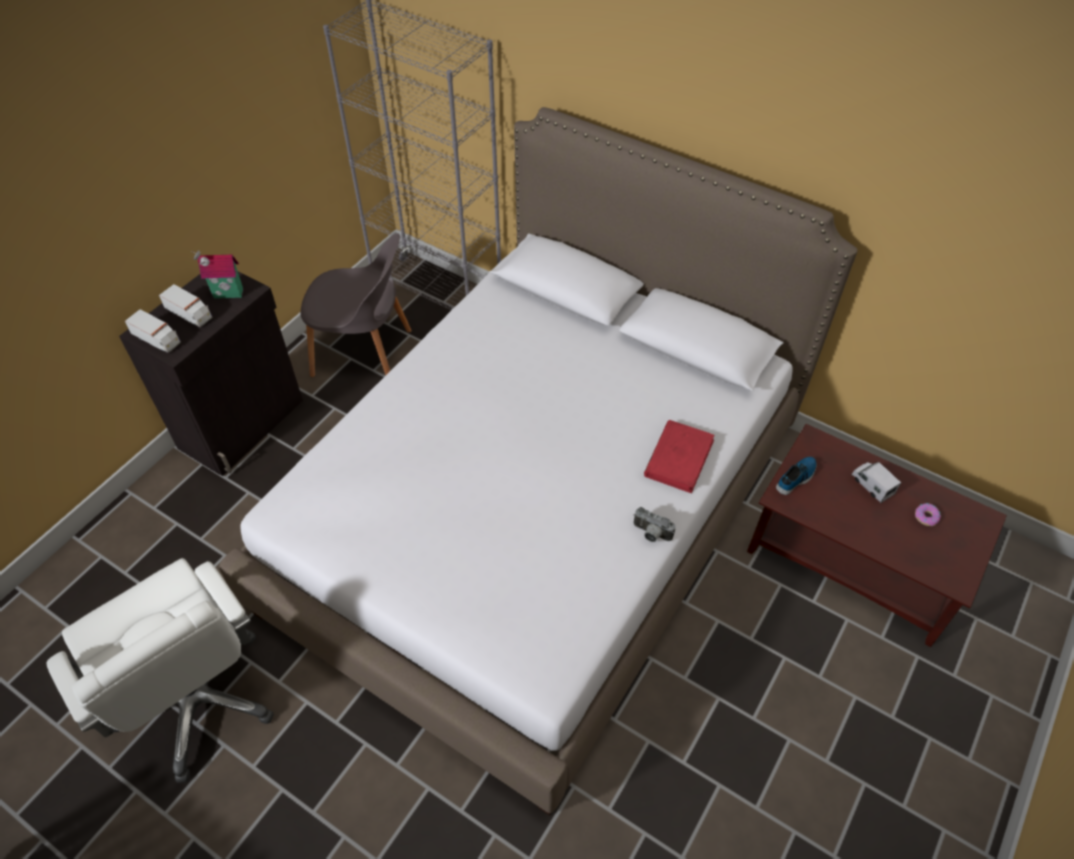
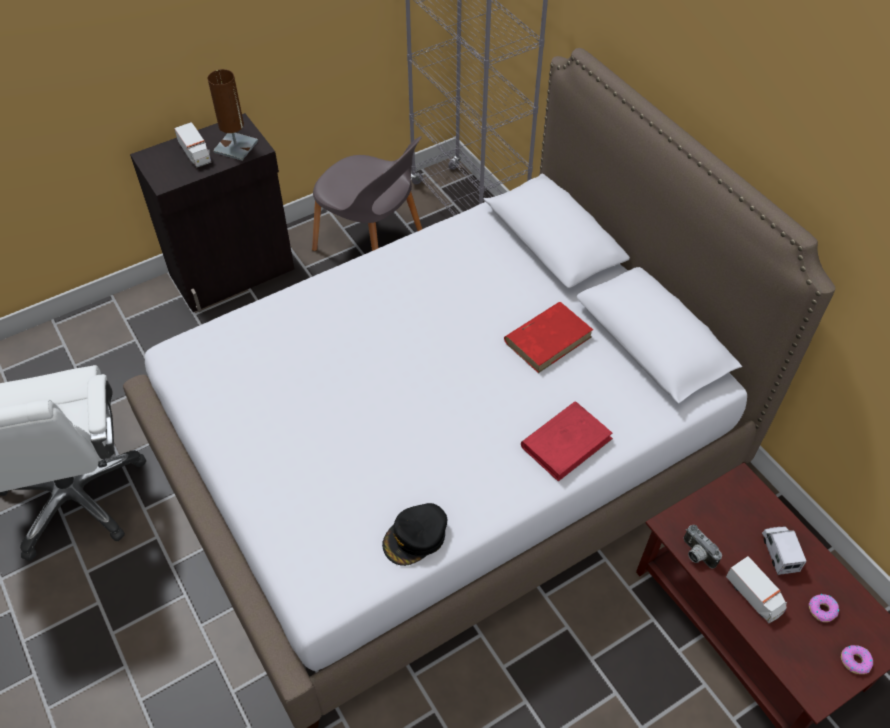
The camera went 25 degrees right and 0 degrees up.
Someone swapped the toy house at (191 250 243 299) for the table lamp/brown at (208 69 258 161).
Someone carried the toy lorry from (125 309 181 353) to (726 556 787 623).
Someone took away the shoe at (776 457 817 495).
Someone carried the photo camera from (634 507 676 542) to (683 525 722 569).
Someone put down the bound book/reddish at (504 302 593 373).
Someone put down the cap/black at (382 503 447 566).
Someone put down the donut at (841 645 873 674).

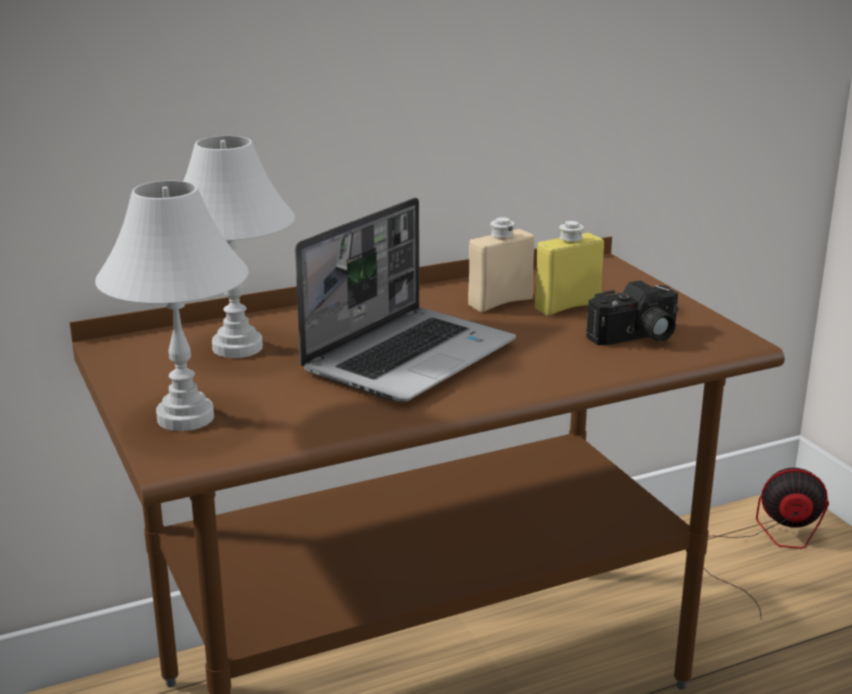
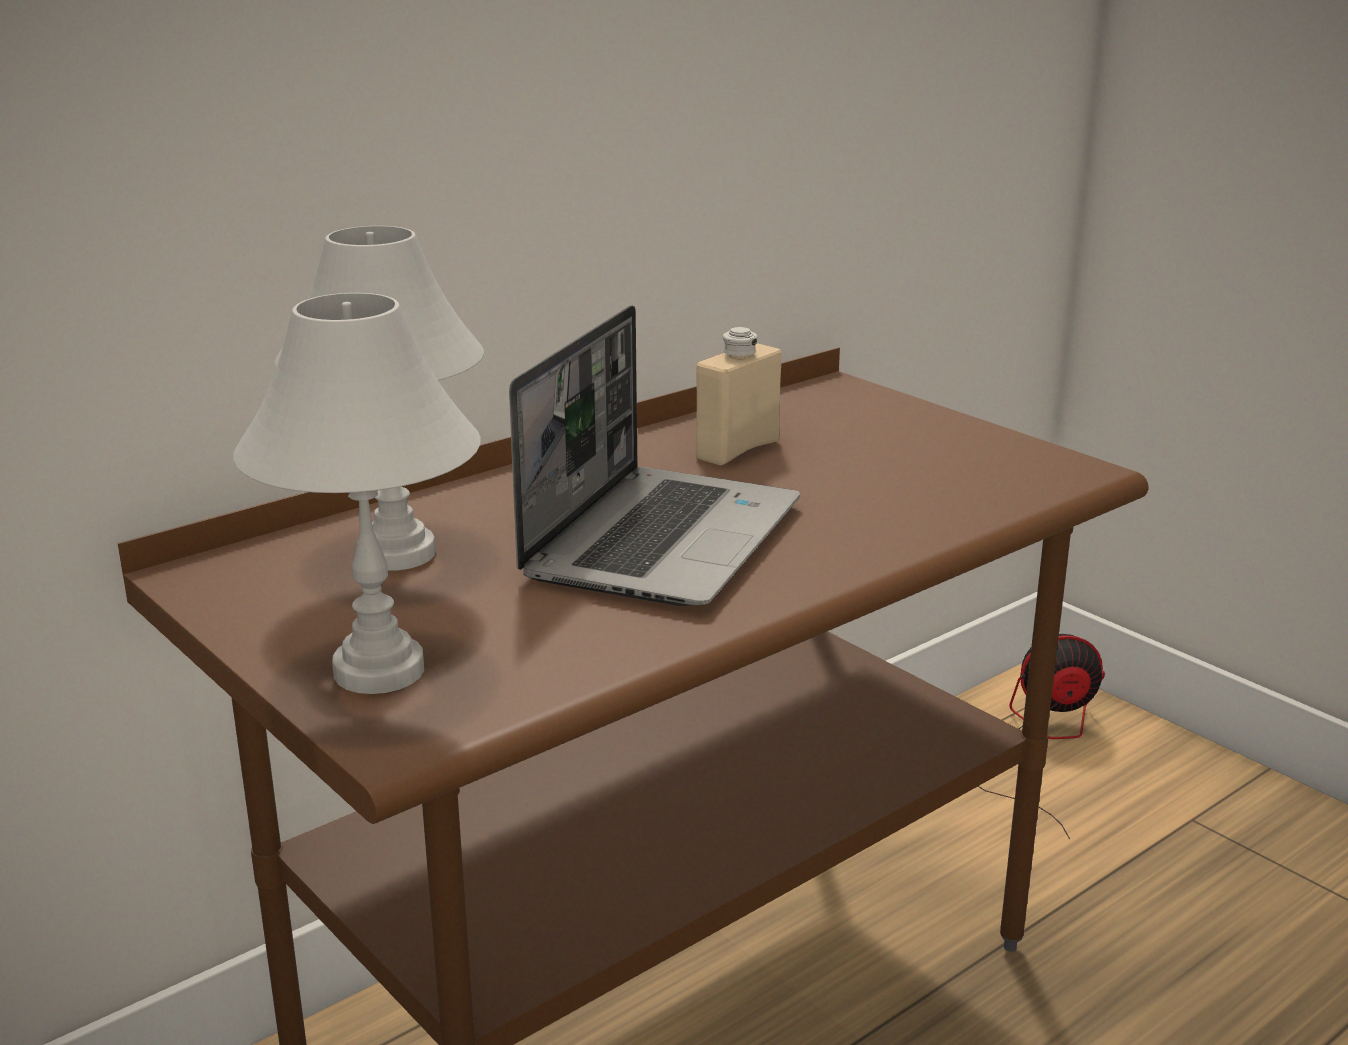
The camera went 15 degrees left and 0 degrees up.
Someone took away the drink bottle/yellow-coloured at (535 221 604 315).
Someone took away the photo camera at (586 280 679 345).

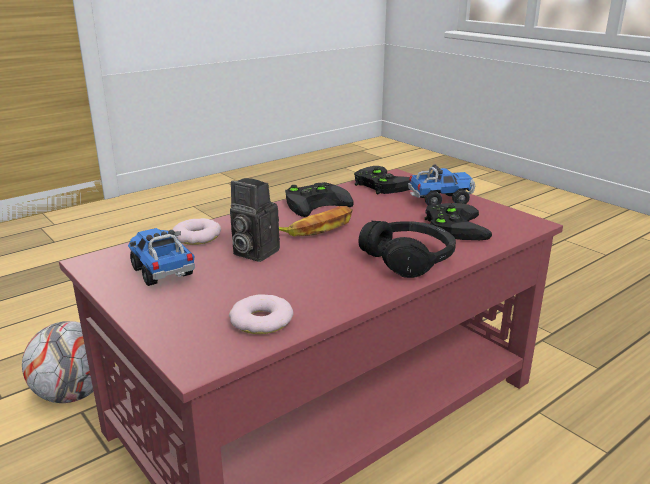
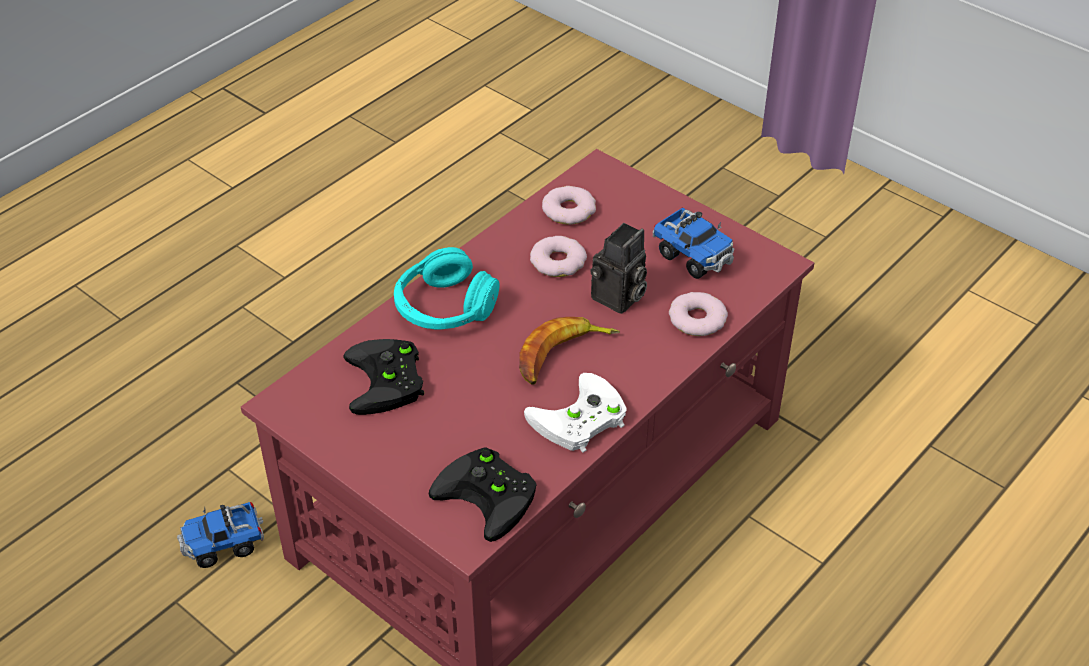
The camera went 170 degrees right and 20 degrees up.
Someone carried the toy lorry from (408 164 475 205) to (177 502 264 568).
Someone rotated the photo camera at (230 178 280 262) by 105 degrees clockwise.
Someone repainted the joypad/black at (285 182 354 217), which became the joypad/whitish at (524 373 627 453).
Someone repainted the headphones/black at (359 221 456 278), which became the headphones/turquoise-coloured at (394 247 499 329).
Someone took away the football ball at (22 321 94 403).
Someone put down the donut at (530 236 587 277).

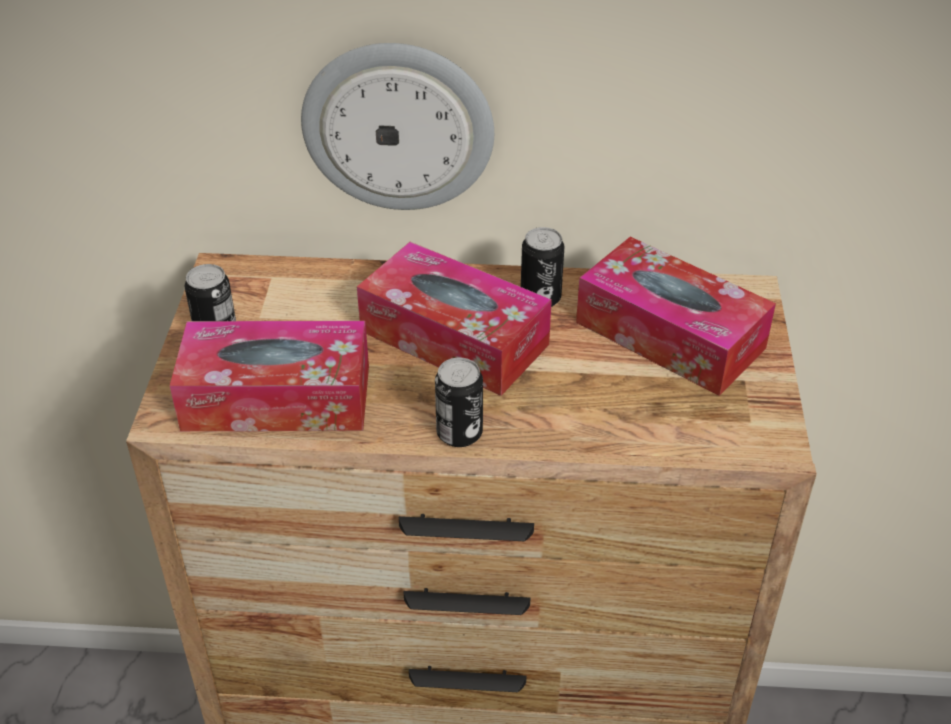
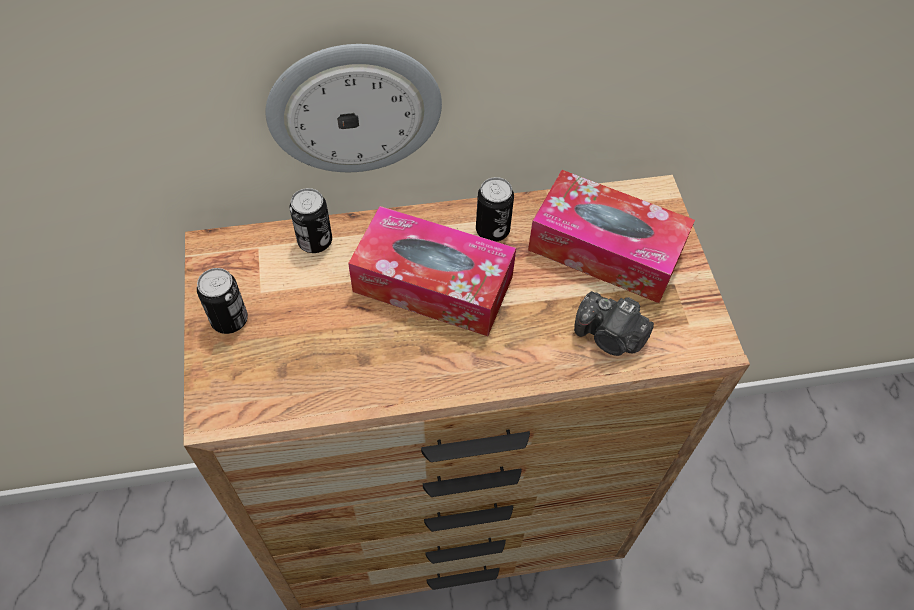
The camera went 15 degrees left and 15 degrees up.
Someone took away the tissue box at (170 321 369 431).
Someone carried the can from (435 358 483 447) to (289 188 332 253).
Someone put down the photo camera at (574 291 654 356).

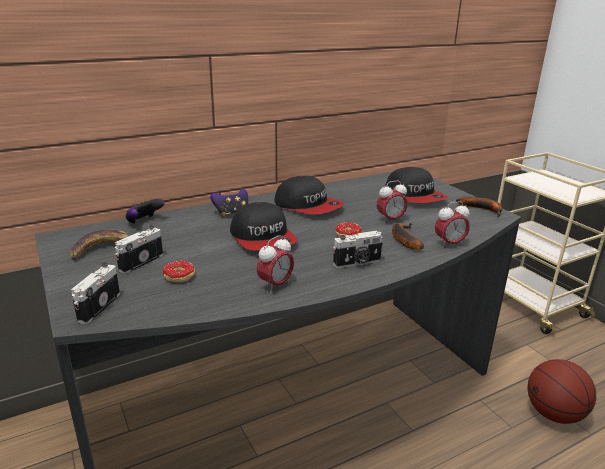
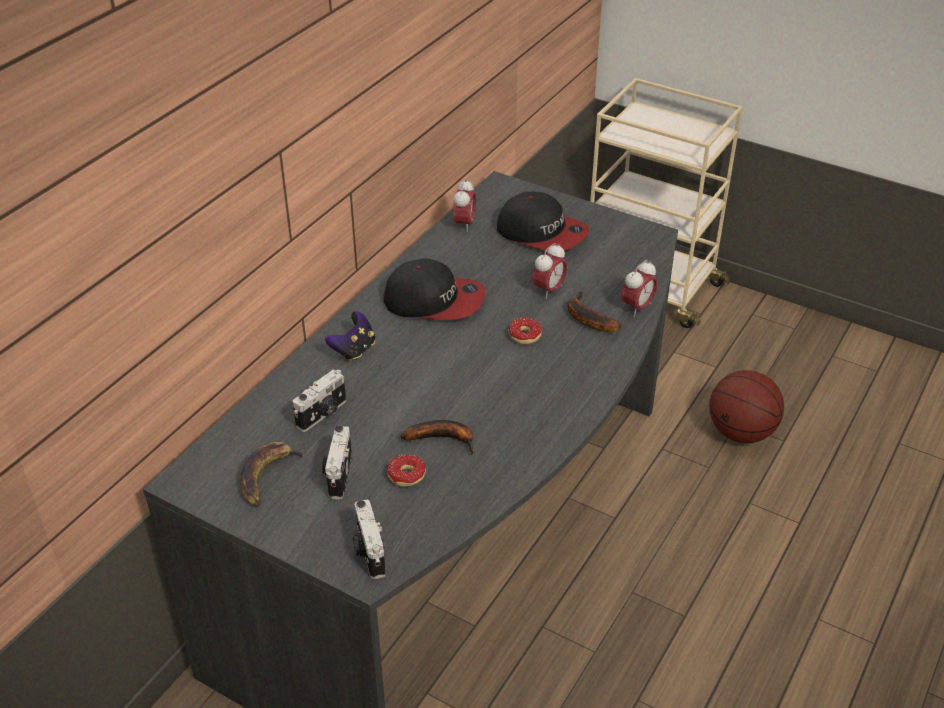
The camera went 30 degrees left and 15 degrees up.
Someone carried the banana from (456 197 503 217) to (401 420 475 455).
Someone took away the joypad at (126 199 165 224).
Someone took away the cap at (230 202 298 250).
Someone carried the photo camera from (333 231 383 268) to (293 369 346 432).
Someone carried the table clock from (256 235 294 293) to (453 179 476 232).

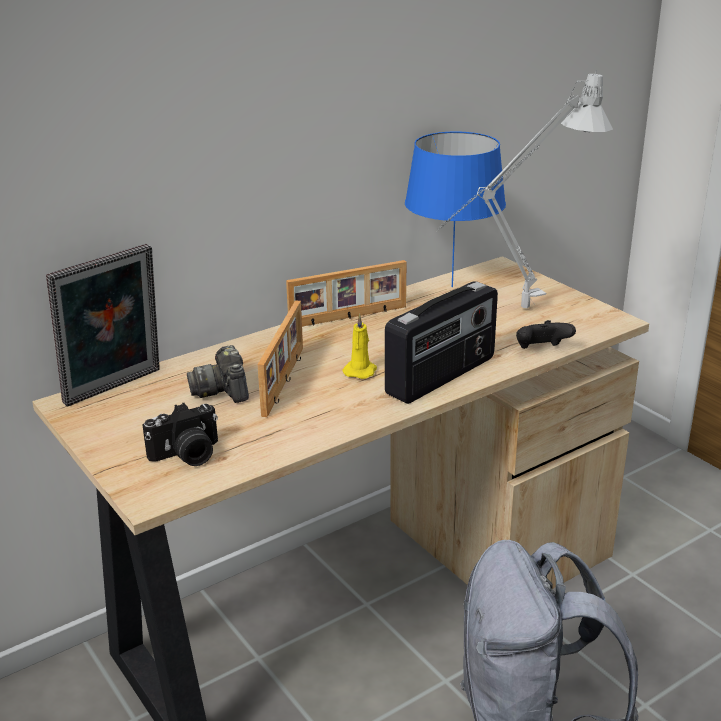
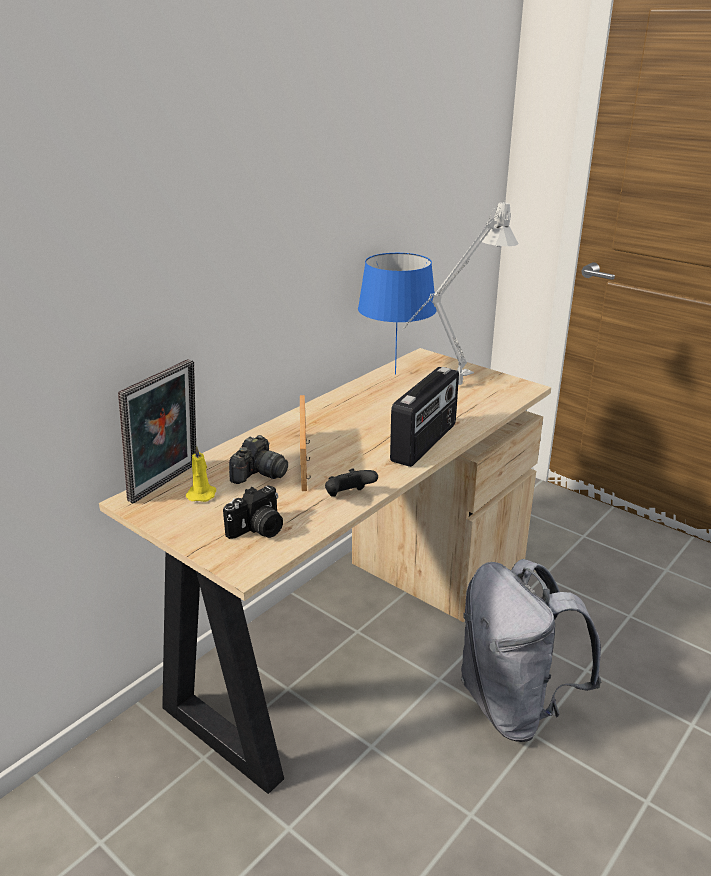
The camera went 15 degrees left and 0 degrees up.
Someone took away the photo frame at (286 260 406 327).
Someone carried the wax candle/yellow-coloured from (343 314 377 379) to (186 445 216 502).
Someone carried the joypad/black from (516 320 576 349) to (325 468 378 497).
Someone rotated the photo camera at (187 345 249 403) by 120 degrees counterclockwise.

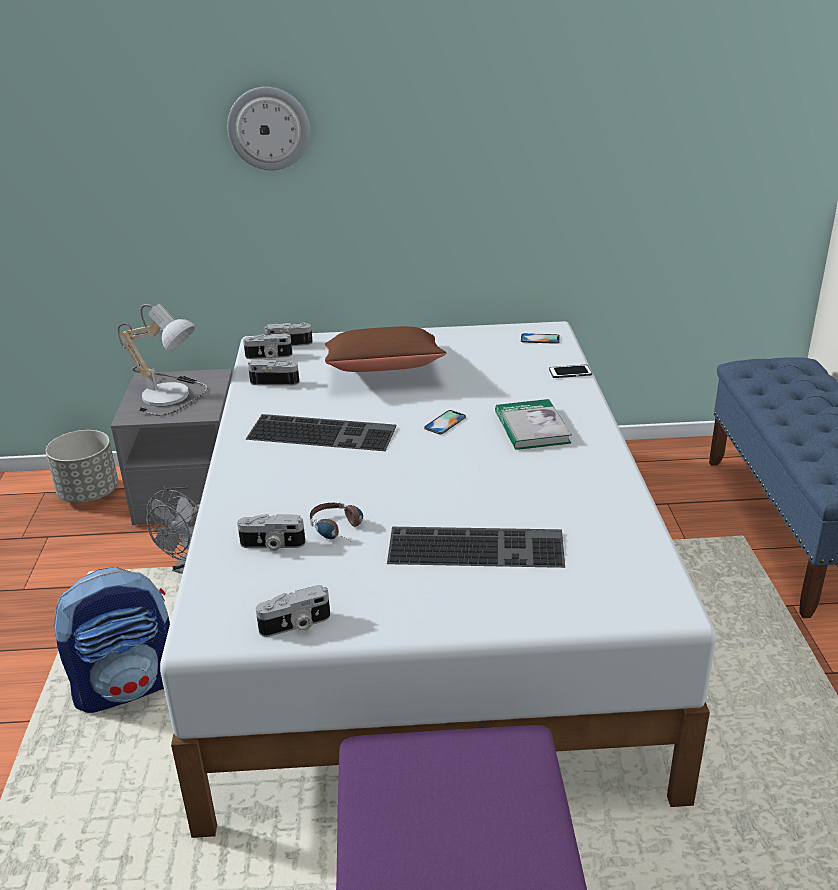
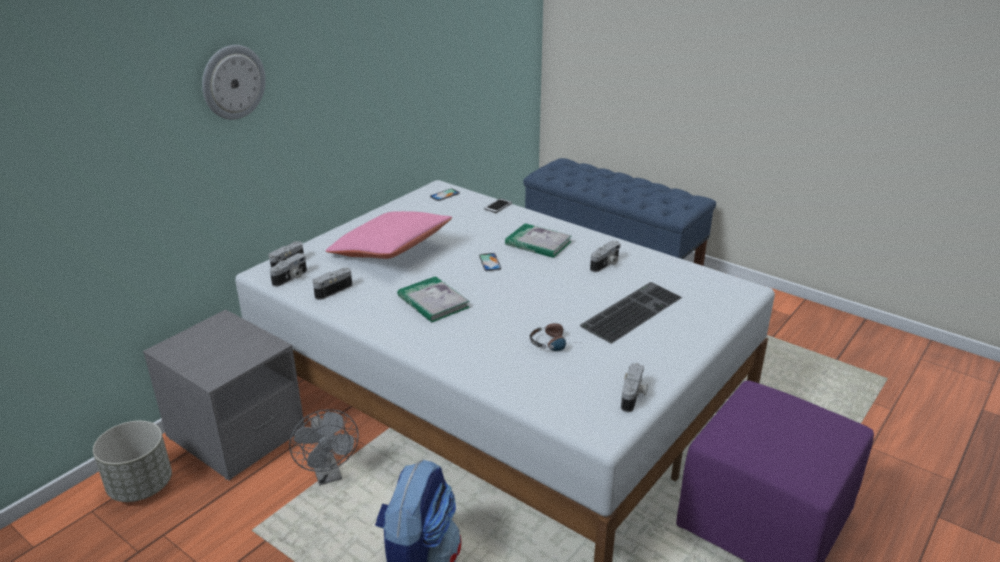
The camera went 50 degrees left and 0 degrees up.
Someone took away the table lamp at (118 303 208 416).
Someone repainted the pillow/brown at (325 326 447 372), which became the pillow/pinkish at (325 211 452 259).
Someone swapped the computer keyboard at (245 414 396 451) for the bound book at (397 276 470 322).
Someone carried the photo camera from (237 514 306 551) to (590 241 621 272).

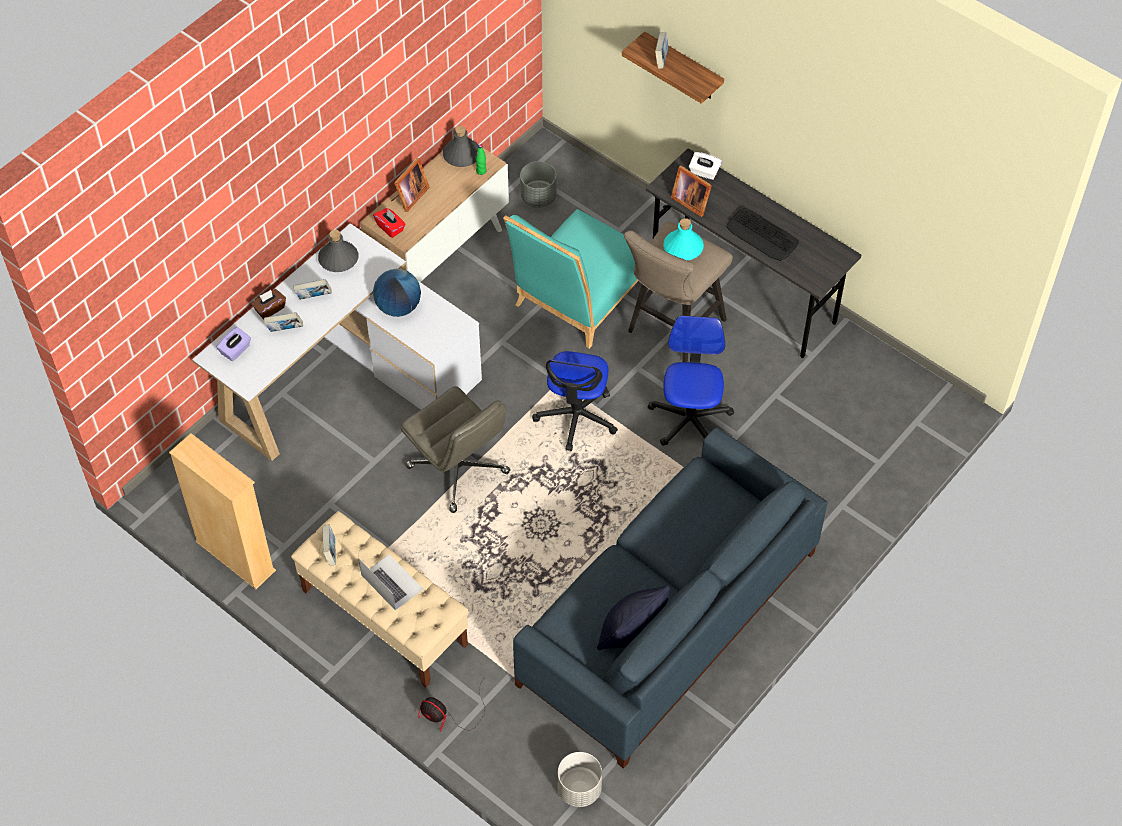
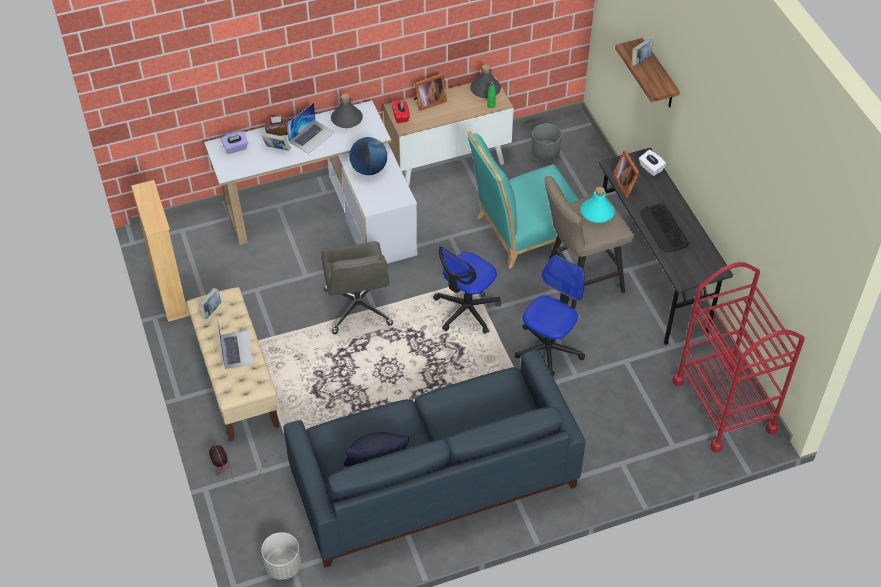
The camera went 30 degrees right and 5 degrees down.
Someone swapped the bound book at (293 279 332 300) for the portable computer at (287 103 335 154).
Someone put down the trolley/reddish at (673 262 805 452).

